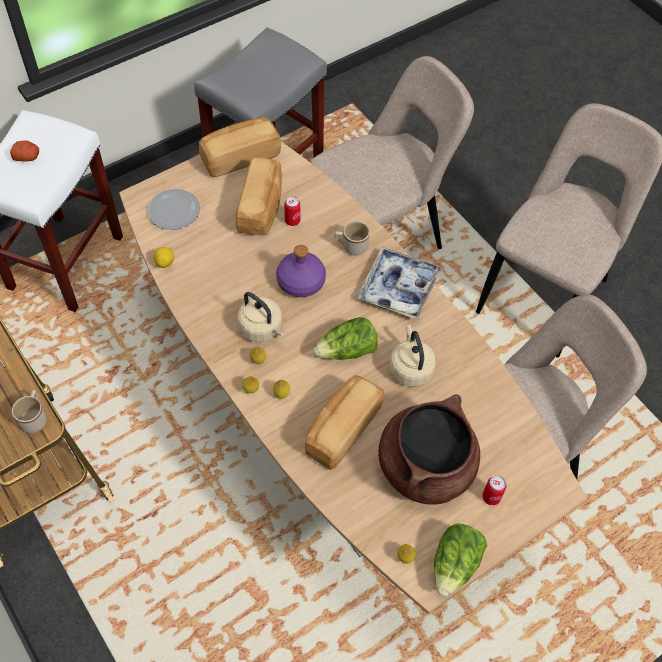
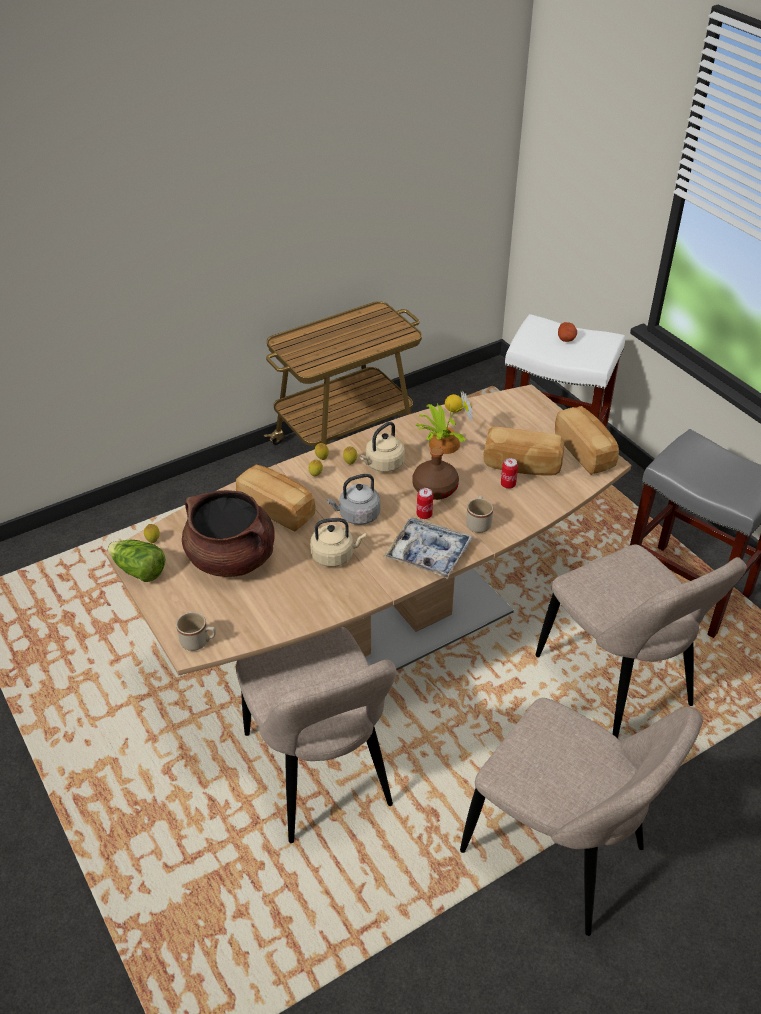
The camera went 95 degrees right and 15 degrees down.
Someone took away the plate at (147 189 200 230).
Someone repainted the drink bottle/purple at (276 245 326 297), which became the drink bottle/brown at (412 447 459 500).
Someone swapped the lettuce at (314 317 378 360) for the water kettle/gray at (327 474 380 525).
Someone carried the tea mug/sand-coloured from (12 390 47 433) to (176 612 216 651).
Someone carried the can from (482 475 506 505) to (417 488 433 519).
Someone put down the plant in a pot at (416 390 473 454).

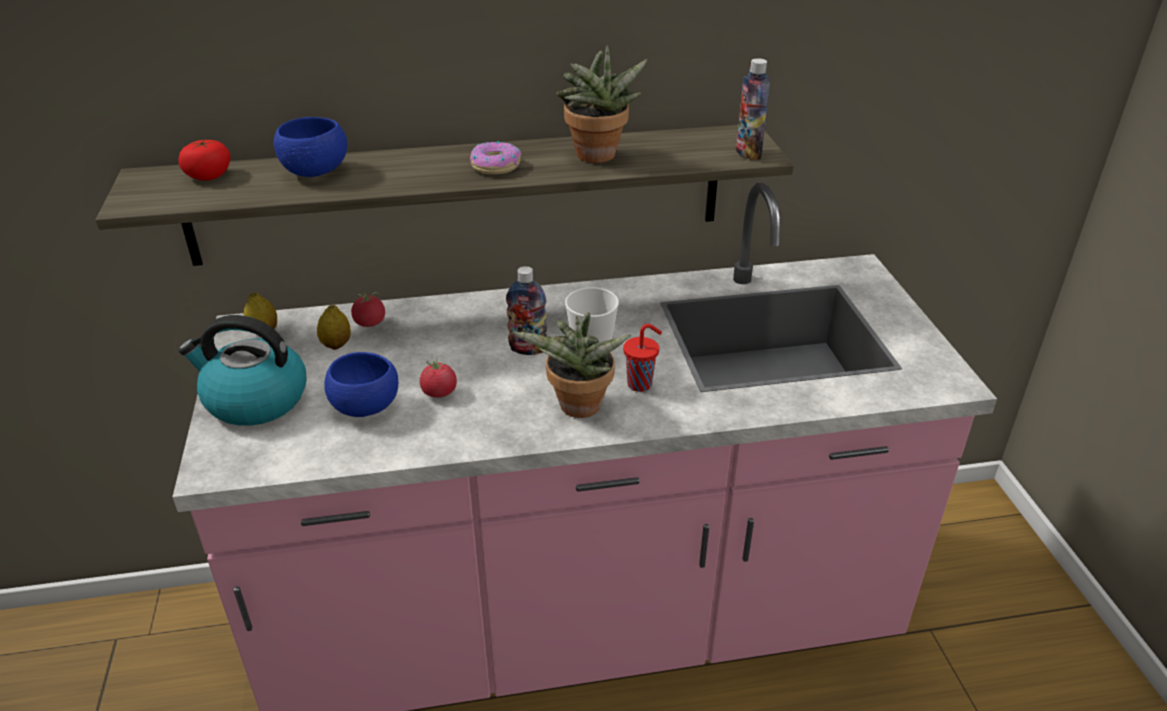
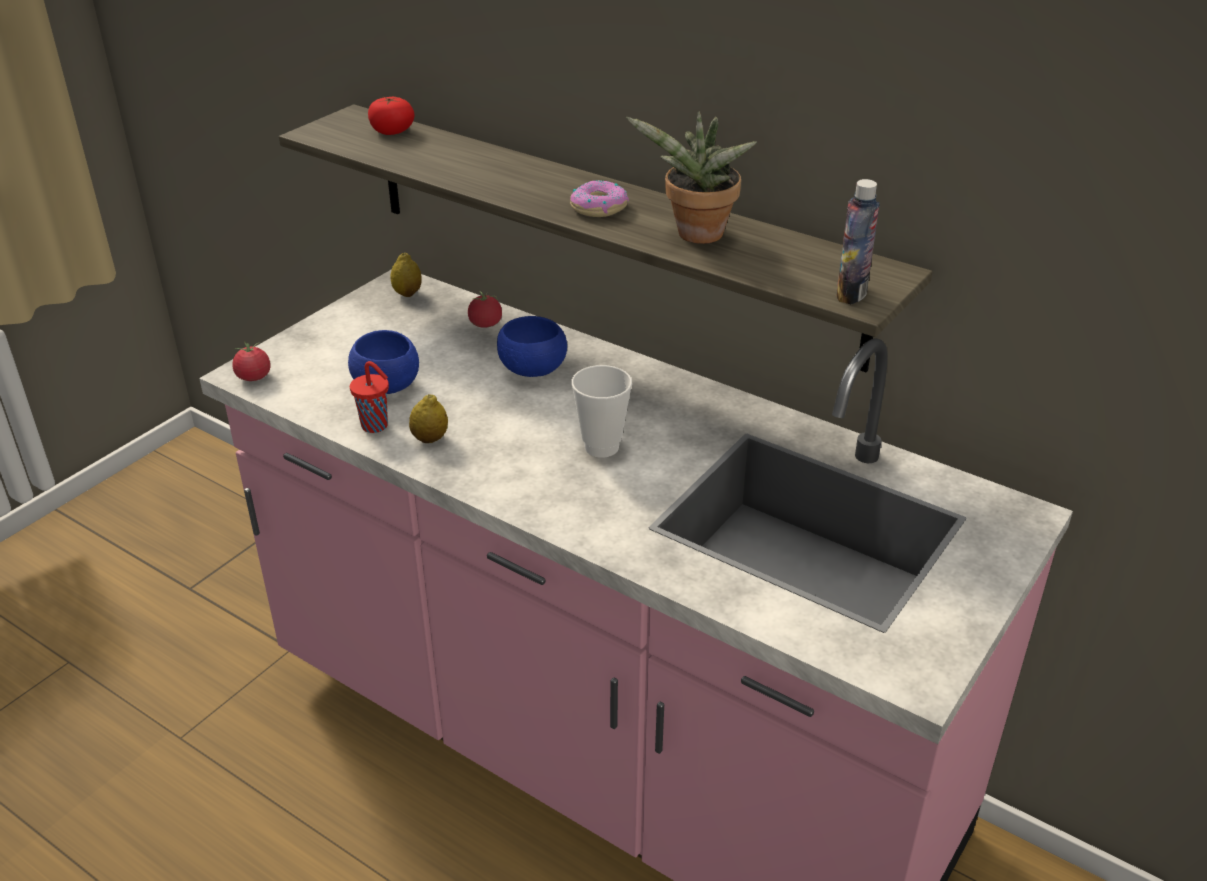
The camera went 45 degrees right and 0 degrees up.
Someone carried the bowl/blue from (274 117 347 177) to (497 316 567 377).
Someone took away the drink bottle at (506 266 547 355).
Someone carried the whole lemon from (317 305 351 350) to (409 394 448 443).
Someone took away the plant in a pot at (512 312 631 418).
Someone took away the water kettle at (179 315 306 426).
Someone carried the small cup/reddish from (623 324 662 392) to (350 361 389 433).
Someone carried the fresh tomato from (420 357 457 398) to (232 341 271 381).

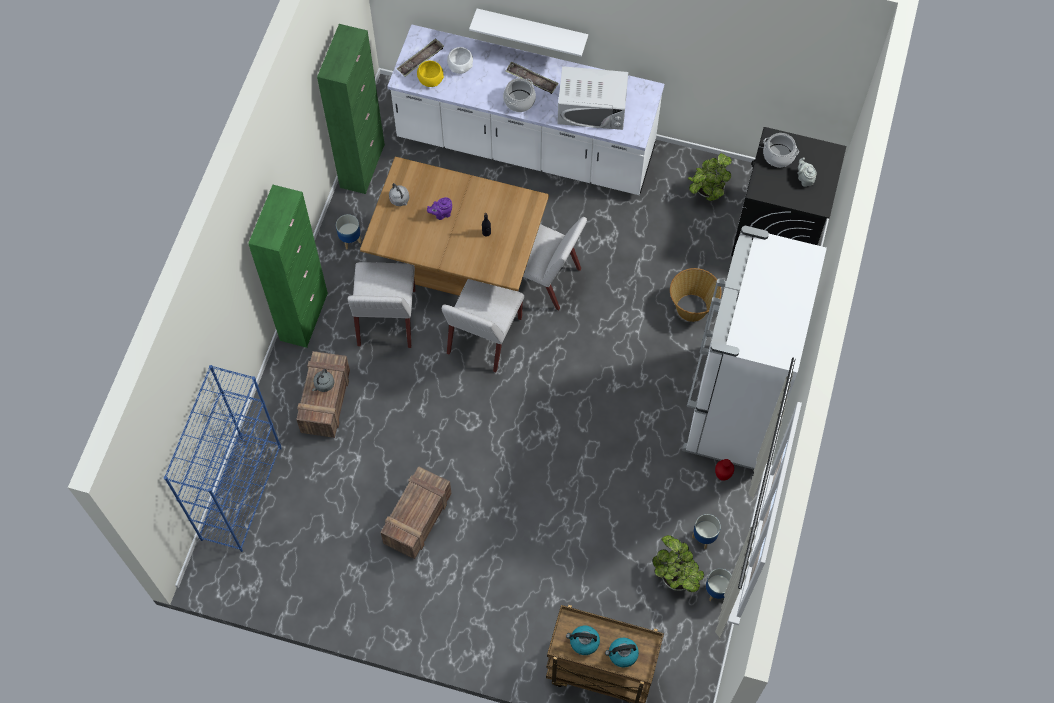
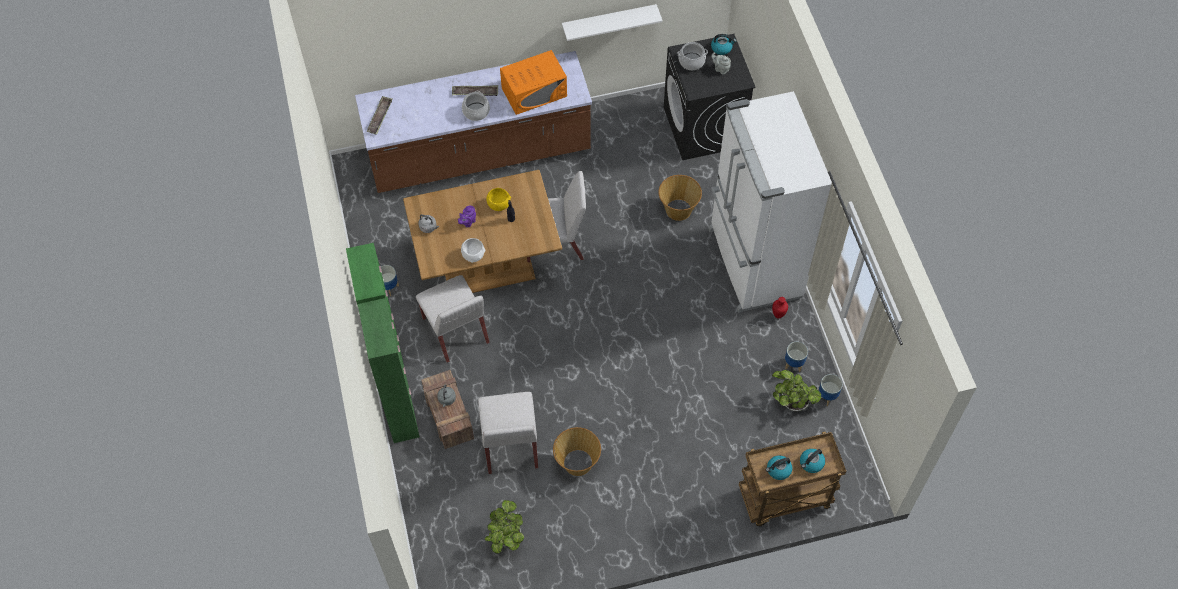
The camera went 30 degrees left and 5 degrees down.
Someone carried the shelf/whitish from (469 9 588 57) to (562 4 663 41).
Someone carried the cupboard/green-coloured from (317 24 385 194) to (358 298 420 443).
Someone repainted the kitchen base unit/whitish at (387 24 664 195), which became the kitchen base unit/brown at (355 51 592 193).
Someone carried the bowl/whitish from (447 47 473 74) to (461 238 485 263).
Someone carried the bowl/yellow-coloured from (417 60 444 87) to (486 188 511 211).
Someone repainted the kitchen microwave/whitish at (557 66 628 130), which became the kitchen microwave/orangey at (500 50 567 115).
Someone carried the plant in a pot from (687 153 732 201) to (485 500 524 554).
Someone carried the upright chair/whitish from (442 279 524 372) to (478 392 538 474).
Someone took away the bookcase/blue at (164 365 282 552).
Someone swapped the crate at (380 466 452 559) for the basket at (553 427 601 476).
Someone put down the water kettle at (711 34 736 55).

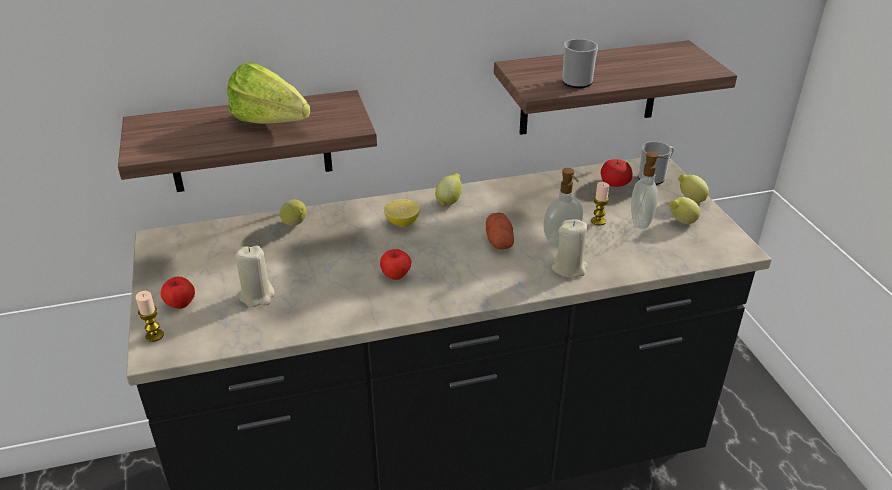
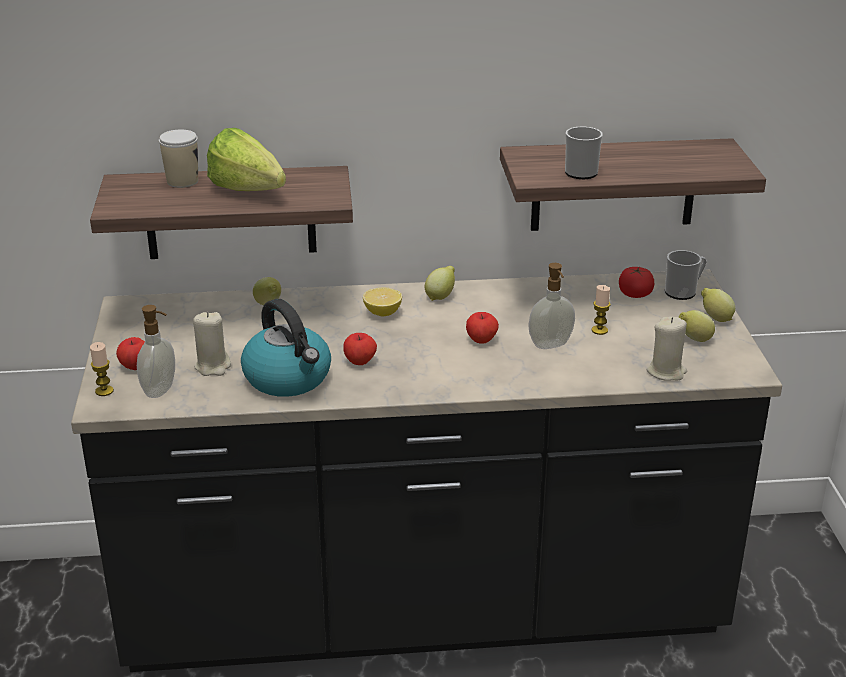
The camera went 10 degrees right and 5 degrees down.
Someone carried the soap dispenser from (631 151 668 229) to (137 305 175 398).
Someone swapped the potato at (486 213 514 250) for the apple fruit at (466 312 499 344).
Someone carried the wax candle/sand-coloured from (552 219 588 278) to (647 317 687 381).
Someone put down the small cup at (159 130 198 188).
Someone put down the water kettle at (241 299 331 397).

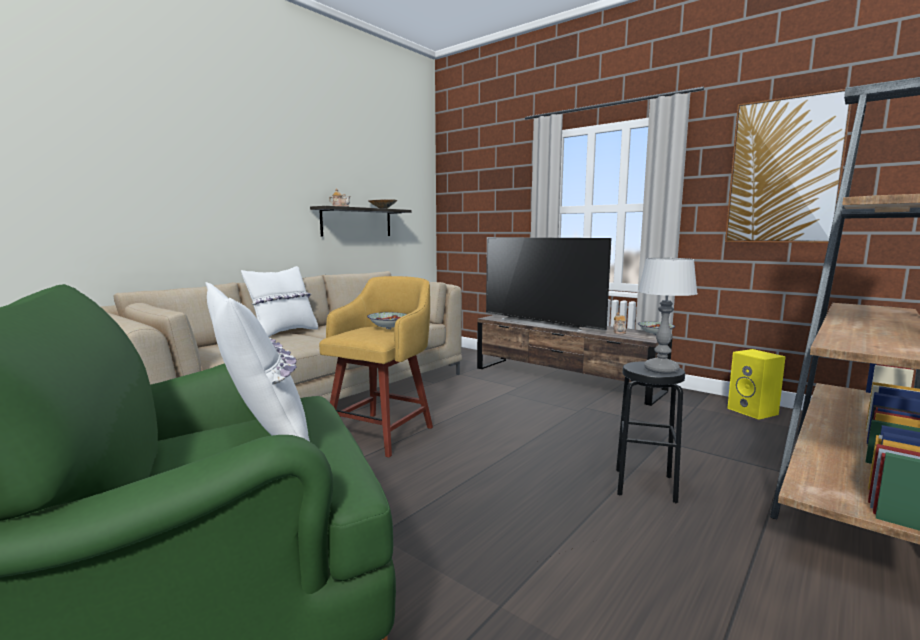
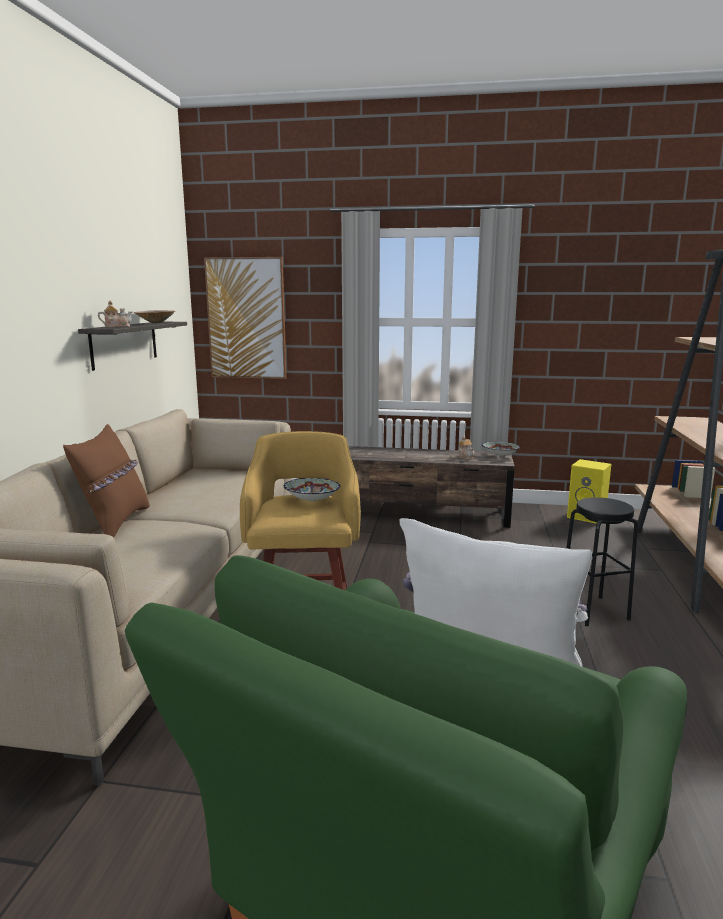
The camera went 30 degrees left and 5 degrees up.
Someone carried the wall art from (725 89 851 243) to (204 257 287 379).
Someone took away the TV at (486 237 612 332).
Someone took away the table lamp at (638 258 698 374).
Someone repainted the pillow/whitish at (241 266 318 337), which became the pillow/brown at (63 424 150 538).

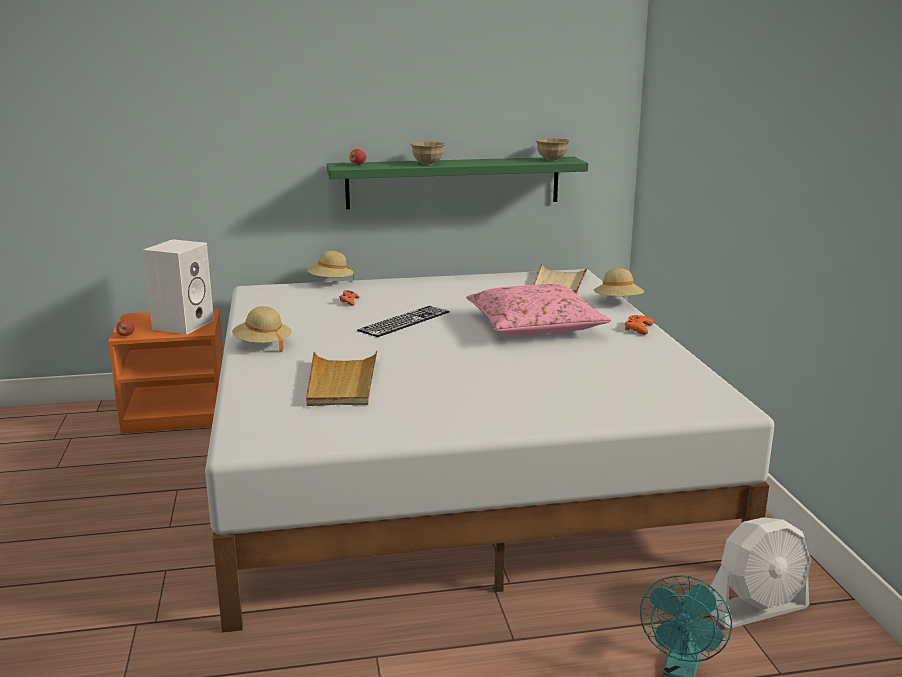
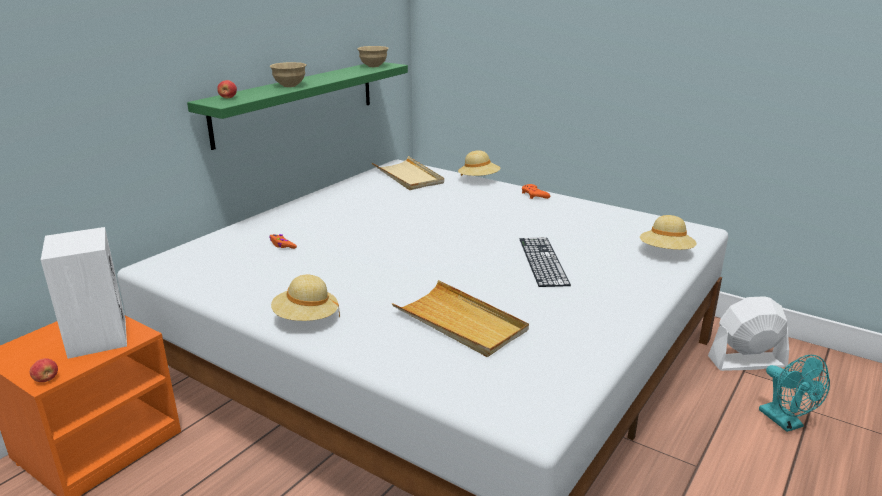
The camera went 45 degrees left and 5 degrees up.
Someone carried the wearable hat/sand-coloured from (307 251 354 279) to (640 215 697 250).
Someone took away the pillow/pinkish at (466 284 611 335).
Someone carried the computer keyboard from (357 306 450 337) to (520 237 571 287).
Someone rotated the electric fan/whitish at (710 517 812 629) by 120 degrees counterclockwise.

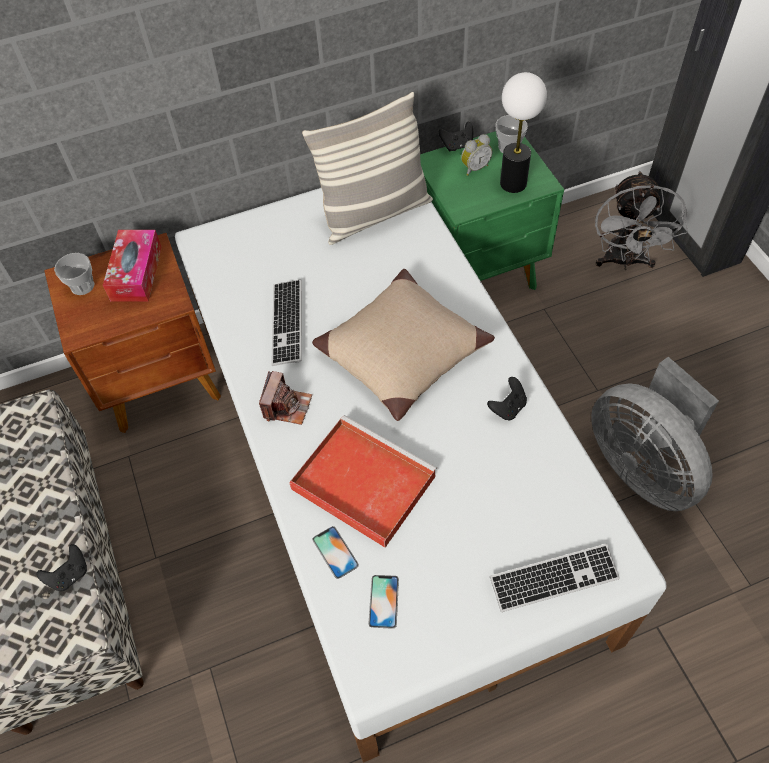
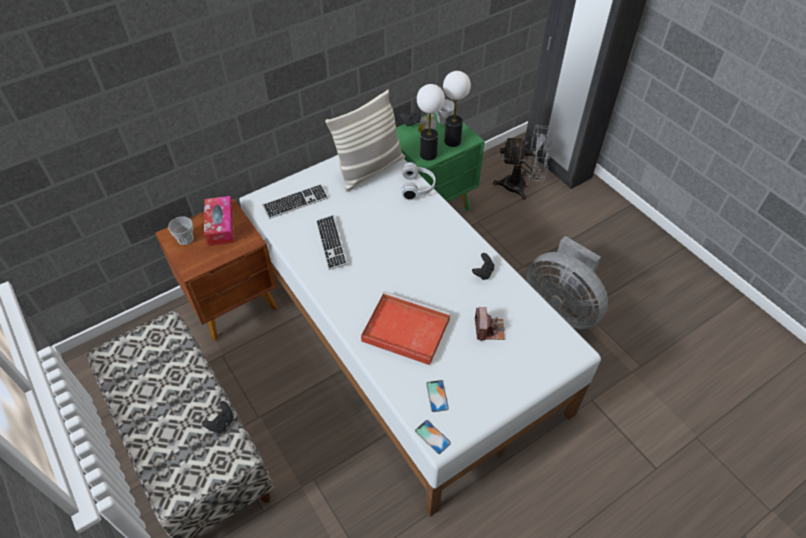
The camera went 15 degrees left and 5 degrees down.
Someone rotated the electric fan/gray at (595 171 688 270) by 75 degrees counterclockwise.
Someone took away the pillow/sand-coloured at (312 269 495 421).
Someone carried the photo camera from (259 371 312 425) to (475 307 505 341).
Someone carried the telephone from (313 526 359 579) to (415 420 451 454).
Someone carried the computer keyboard from (490 544 620 612) to (262 184 328 219).
Someone put down the table lamp at (417 84 445 161).
Someone put down the headphones/whitish at (402 162 436 200).

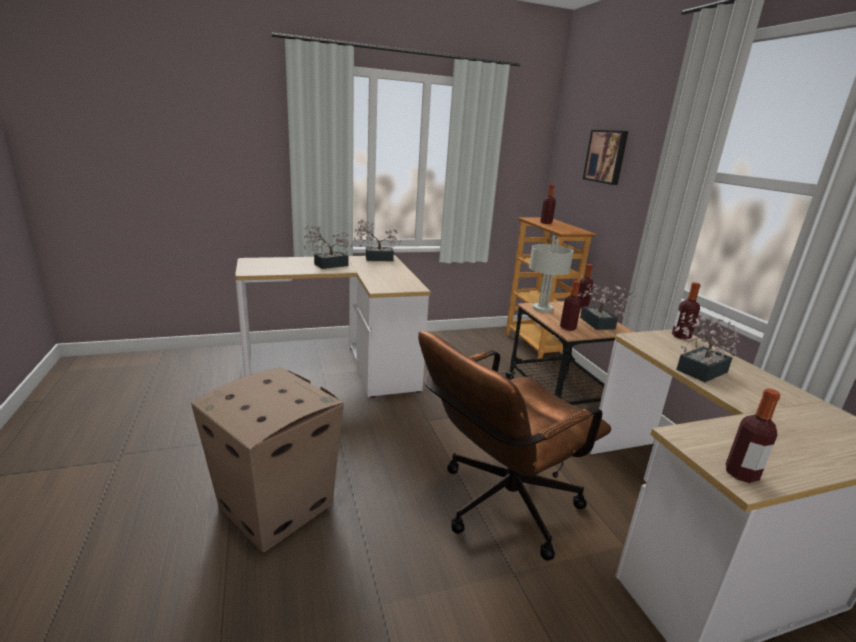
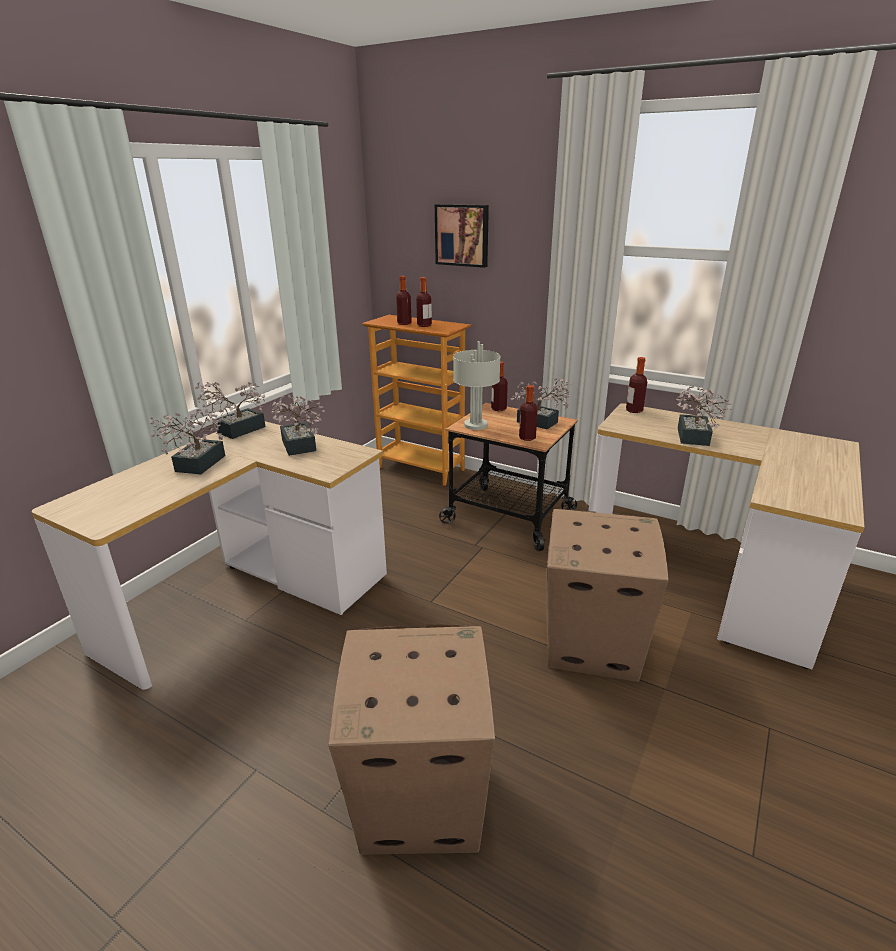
The camera went 40 degrees left and 5 degrees up.
Someone swapped the computer chair/brown at (418 331 611 561) for the packing box at (547 509 669 682).
Someone carried the drink bottle from (726 389 780 483) to (416 277 432 327).
Someone put down the plant in a pot at (272 394 325 456).

